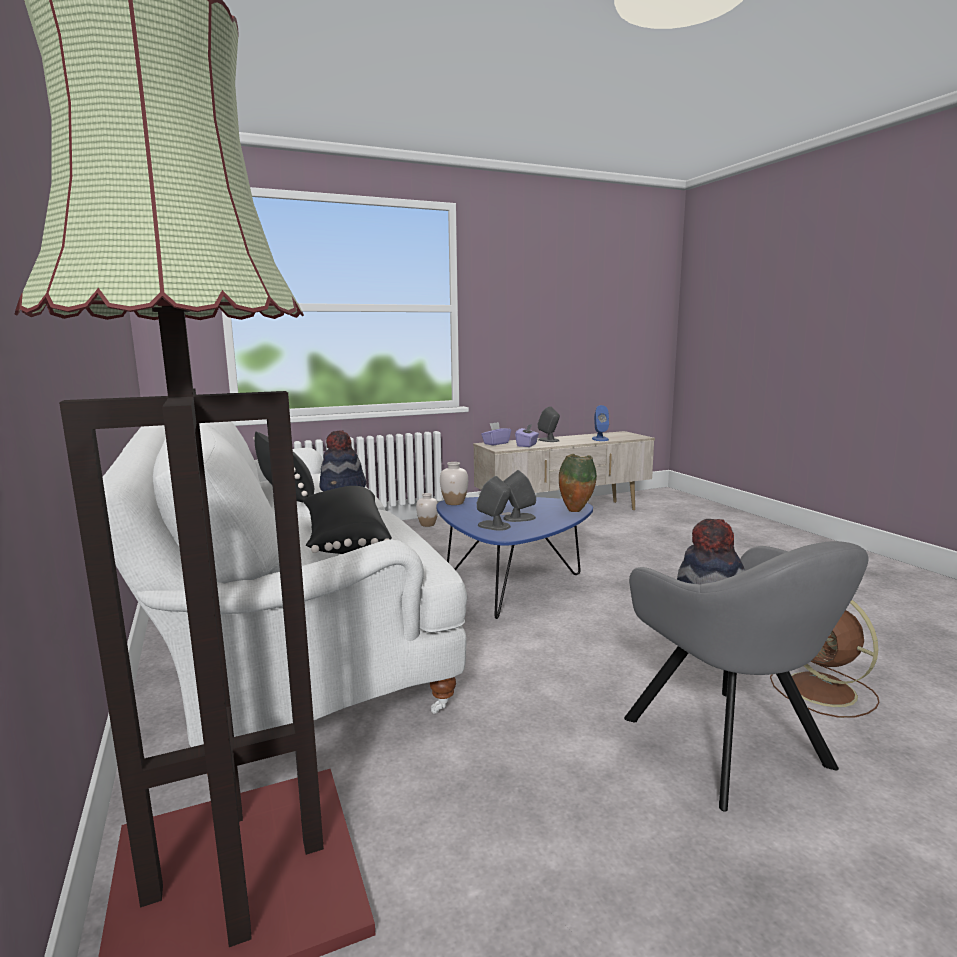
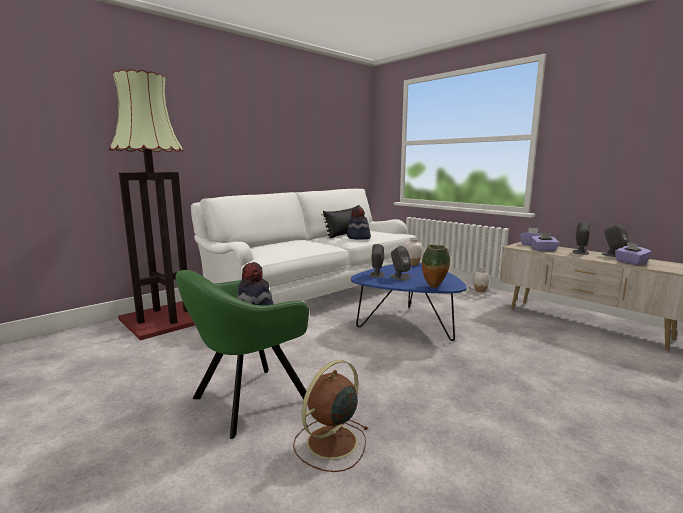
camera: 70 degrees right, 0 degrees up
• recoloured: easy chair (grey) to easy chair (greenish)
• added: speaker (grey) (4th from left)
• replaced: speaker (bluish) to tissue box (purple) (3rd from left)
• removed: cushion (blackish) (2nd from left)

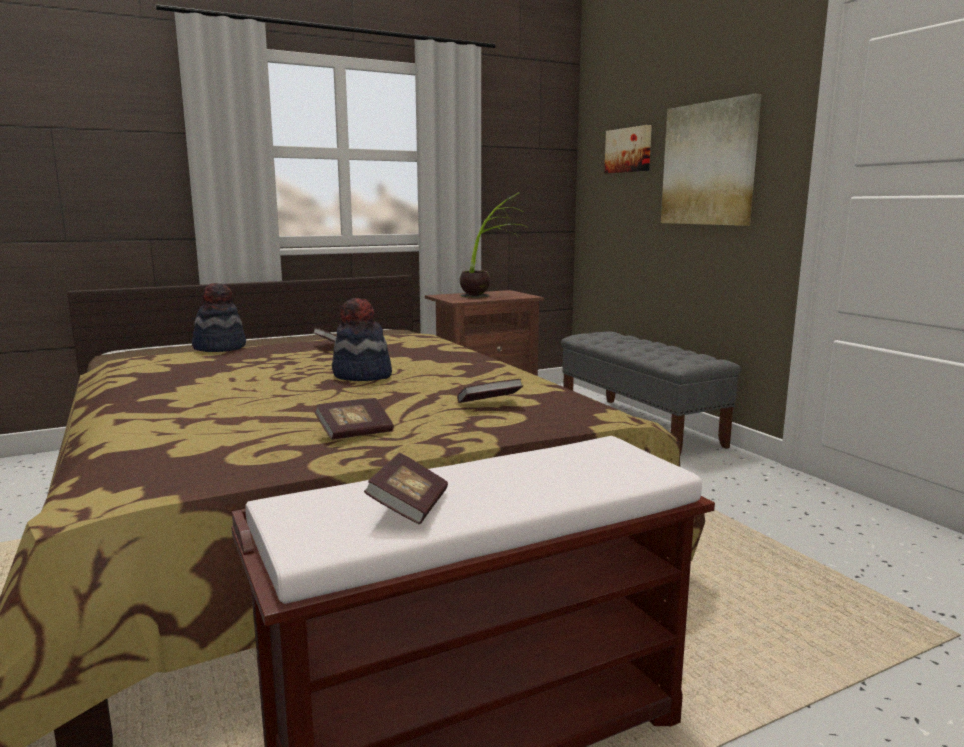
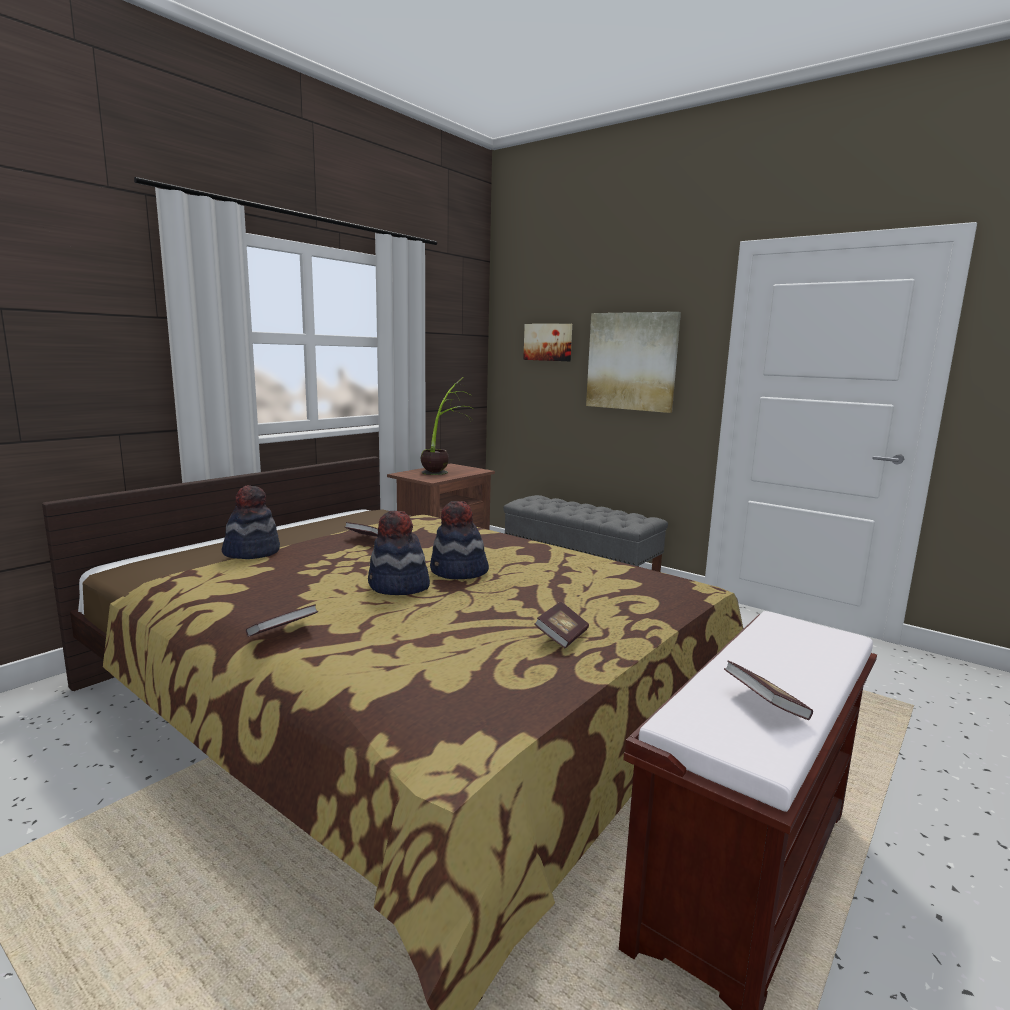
camera: 25 degrees left, 0 degrees up
• moved: bound book (4th from left in the first image) to bound book (1st from left)
• added: clothing hat (2nd from left)

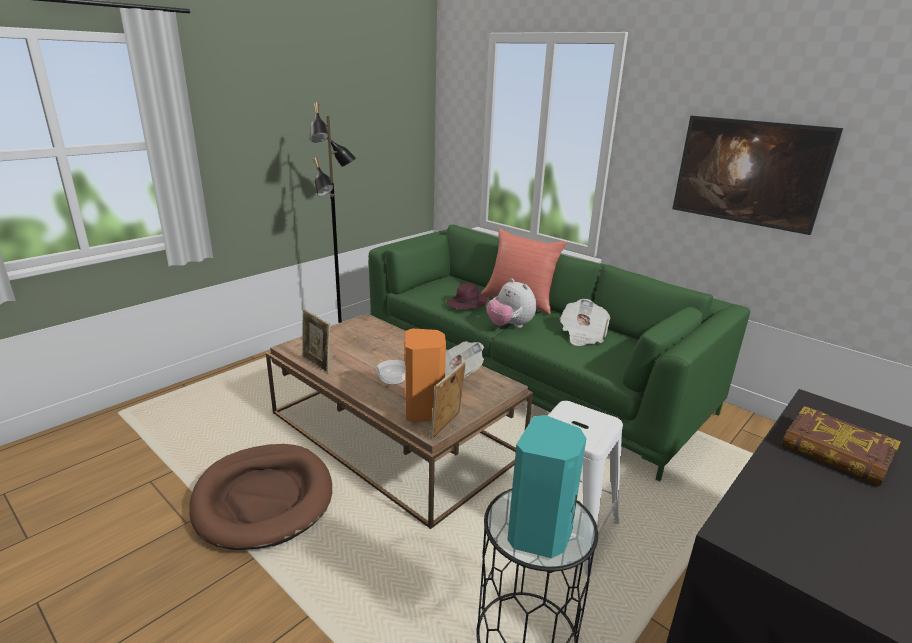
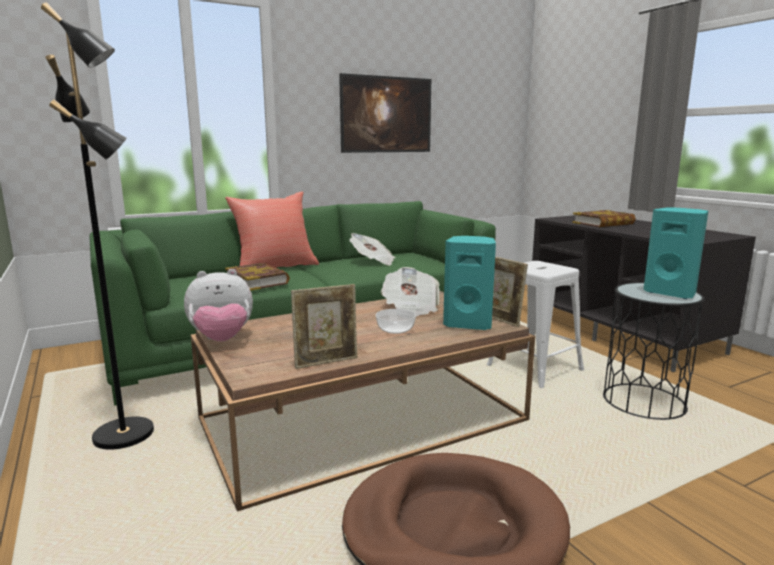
camera: 70 degrees left, 10 degrees down
• moved: cuddly toy
• replaced: clothing hat (purple) to bound book (1st from left)
• recoloured: speaker (orangey) to speaker (blue-green) (1st from left)

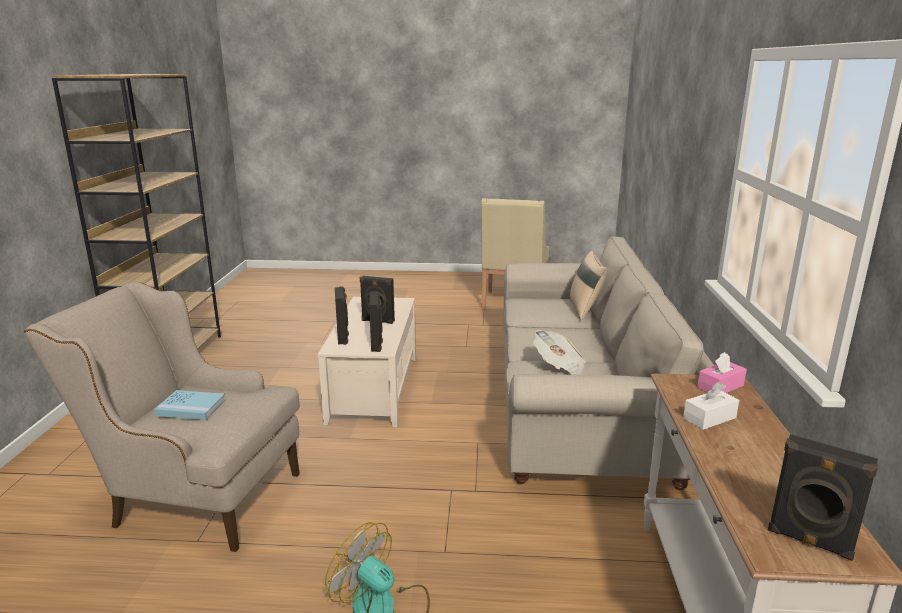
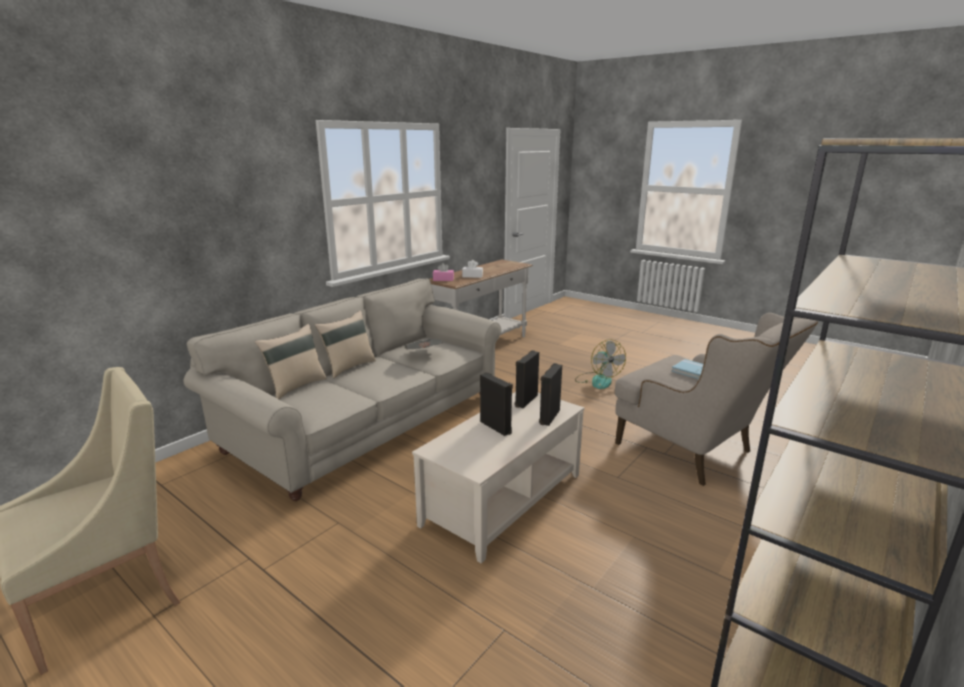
camera: 145 degrees left, 0 degrees up
• added: cushion (beige) (2nd from left)
• removed: speaker (blackish) (4th from left)

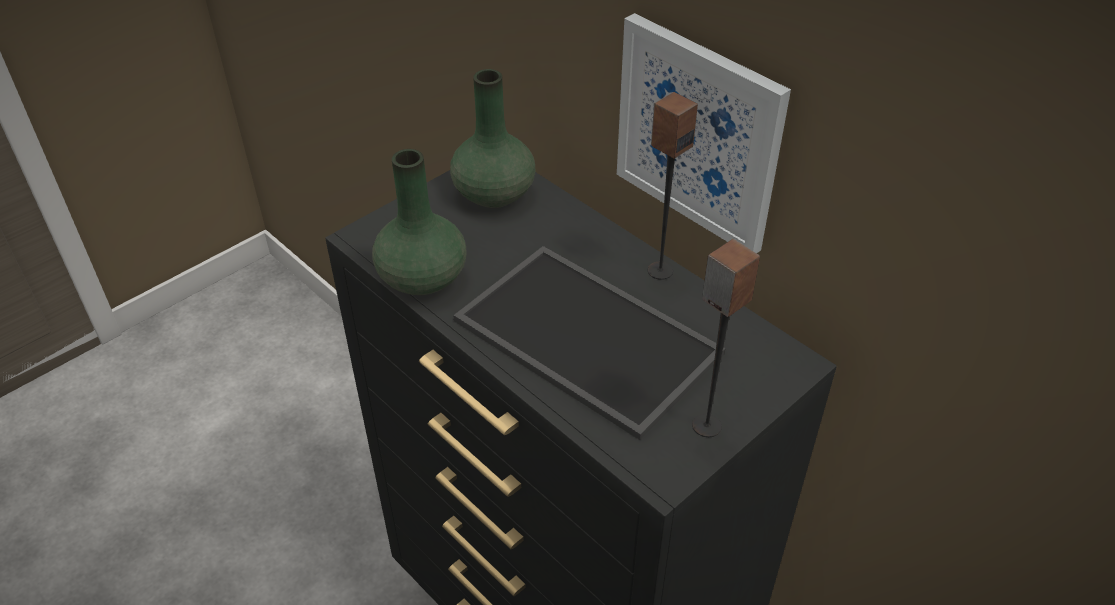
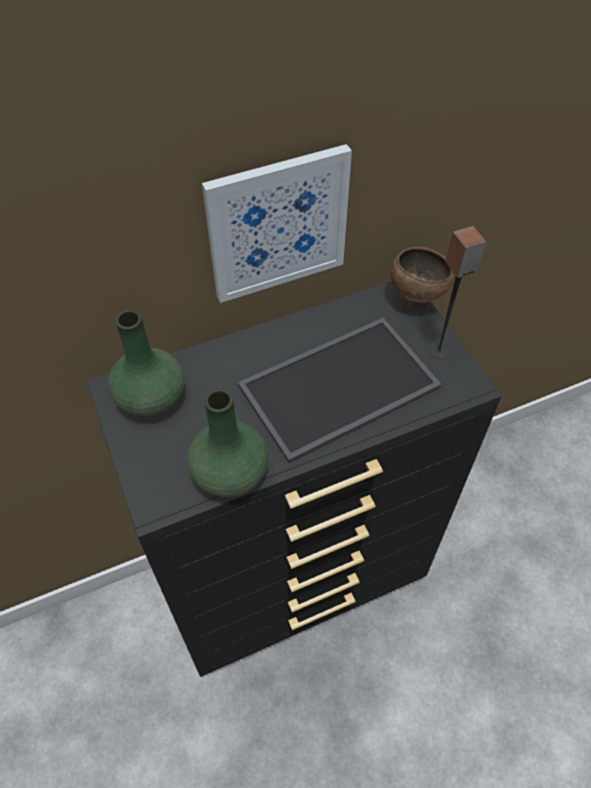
camera: 70 degrees left, 10 degrees up
• added: bowl (brown)
• removed: speaker (1st from left)

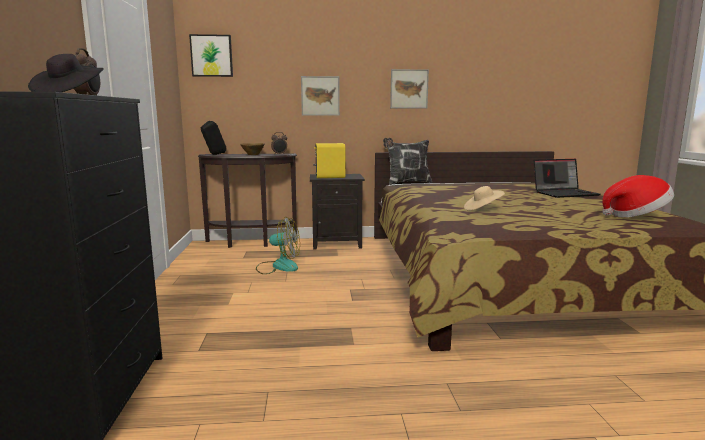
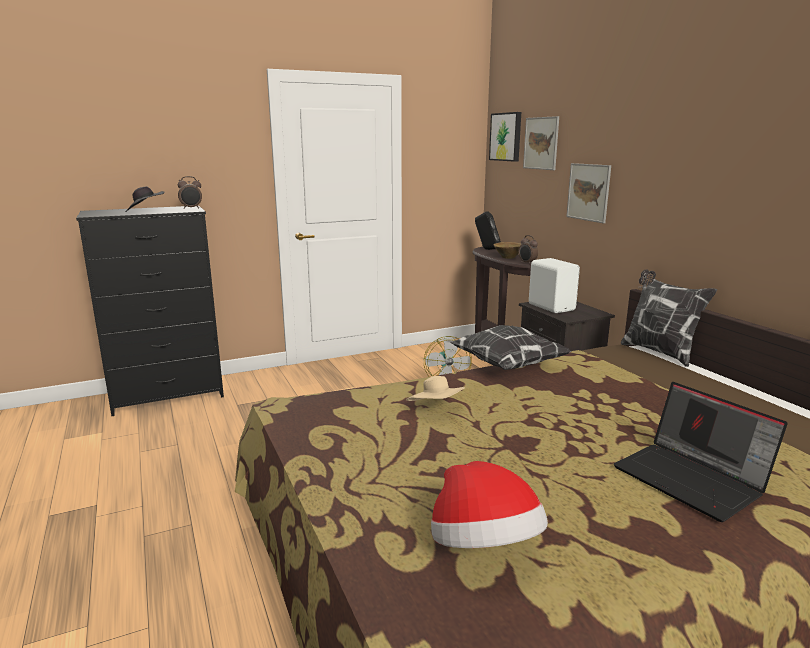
camera: 70 degrees right, 5 degrees up
• added: cushion (1st from left)
• moved: picture (3rd from left in the first image) to picture (2nd from left)
• recoloured: speaker (yellowish) to speaker (white)

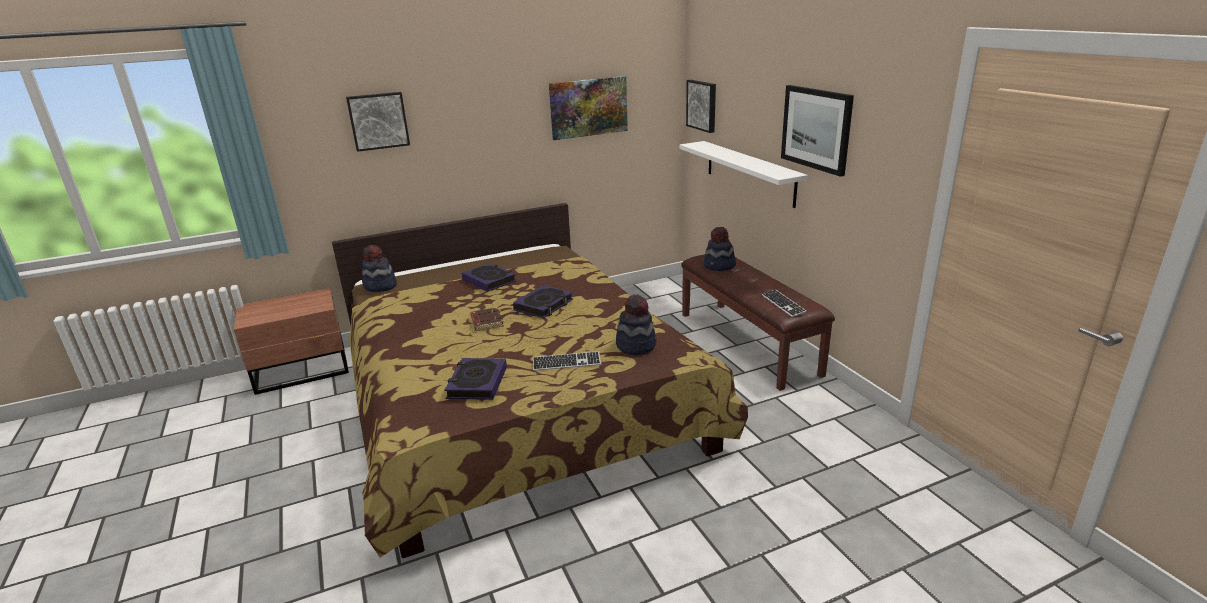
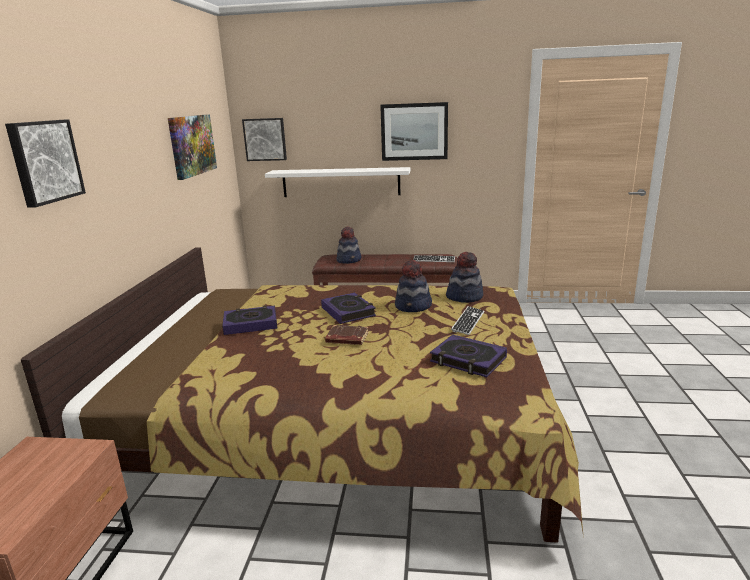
camera: 60 degrees left, 5 degrees down
• moved: clothing hat (1st from left in the first image) to clothing hat (2nd from left)

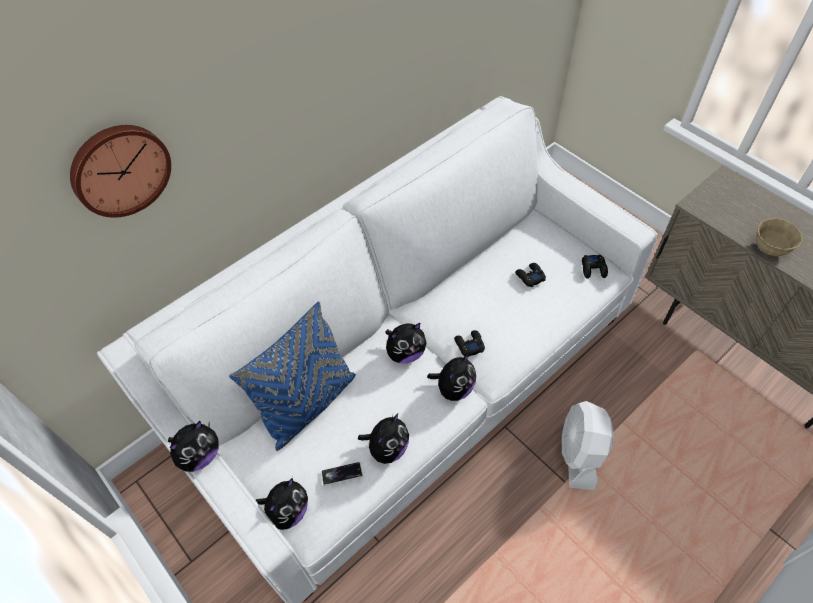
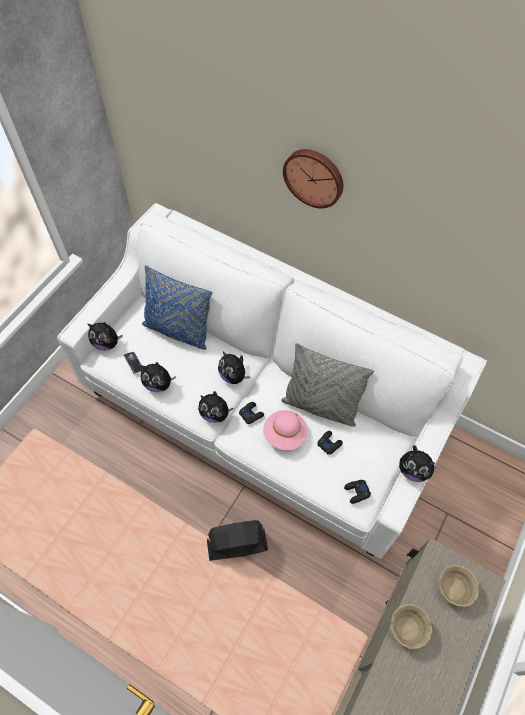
camera: 70 degrees right, 5 degrees up
• recoloured: fan (white) to fan (blackish)
• added: clothing hat (pinkish)
• added: cushion (grey)
• moved: clock on the wall
• moved: cuddly toy (1st from left in the first image) to cuddly toy (5th from left)
• added: bowl (beige) (2nd from left)

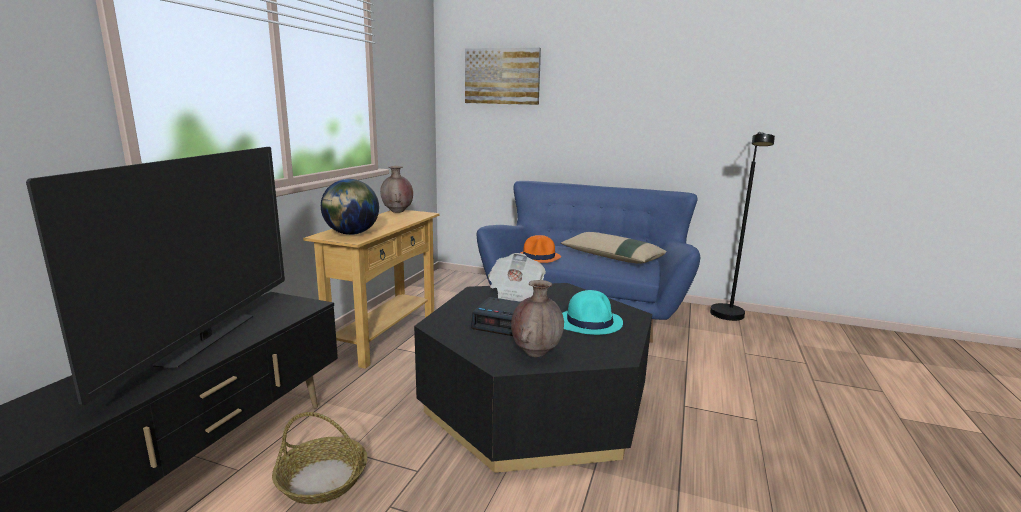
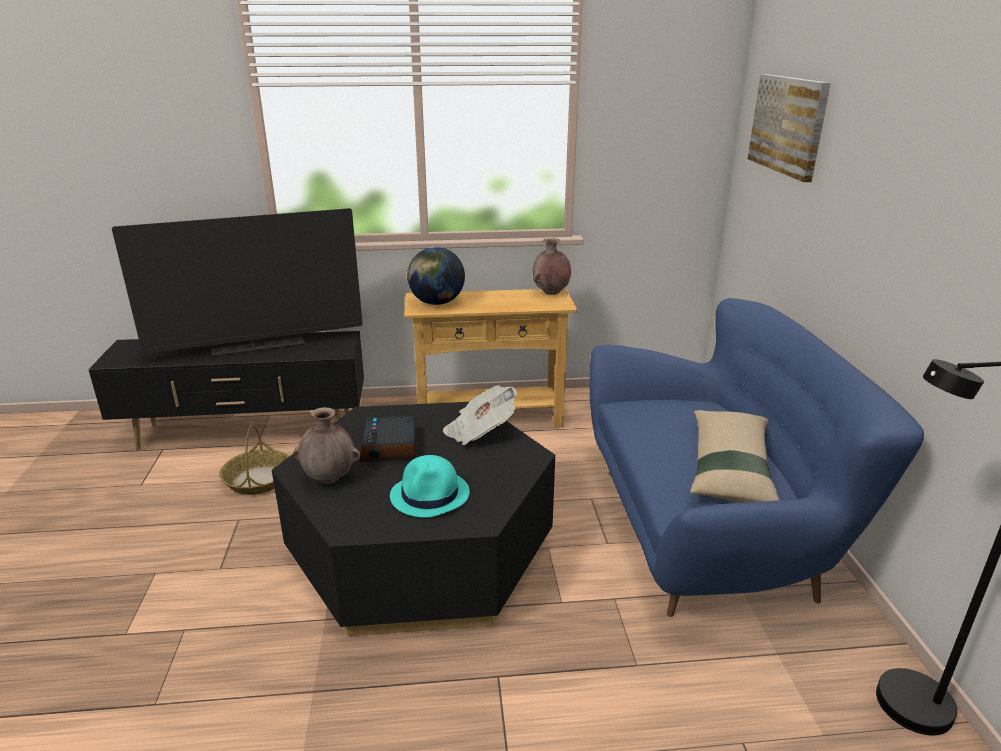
camera: 65 degrees right, 10 degrees up
• removed: clothing hat (orangey)

